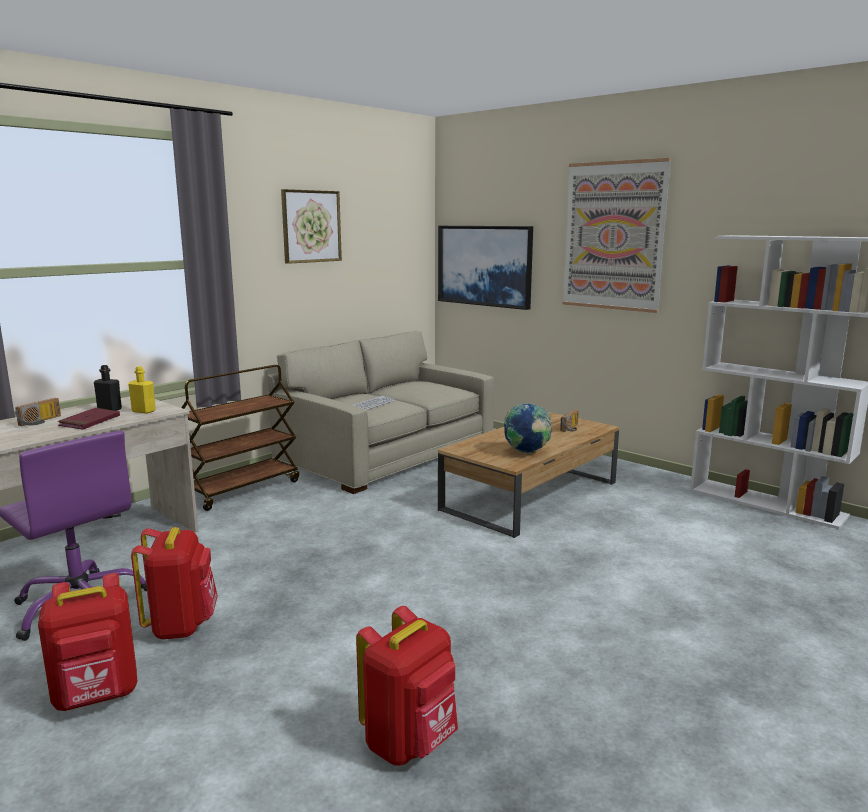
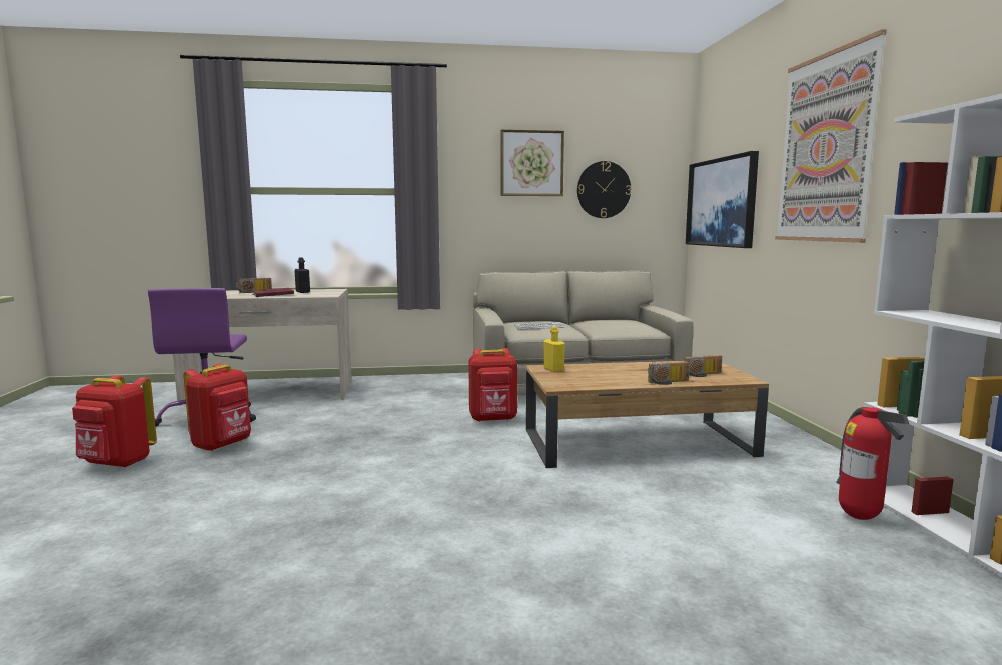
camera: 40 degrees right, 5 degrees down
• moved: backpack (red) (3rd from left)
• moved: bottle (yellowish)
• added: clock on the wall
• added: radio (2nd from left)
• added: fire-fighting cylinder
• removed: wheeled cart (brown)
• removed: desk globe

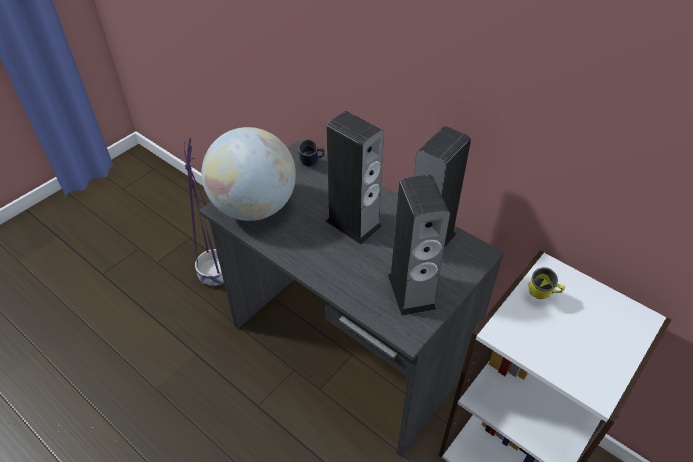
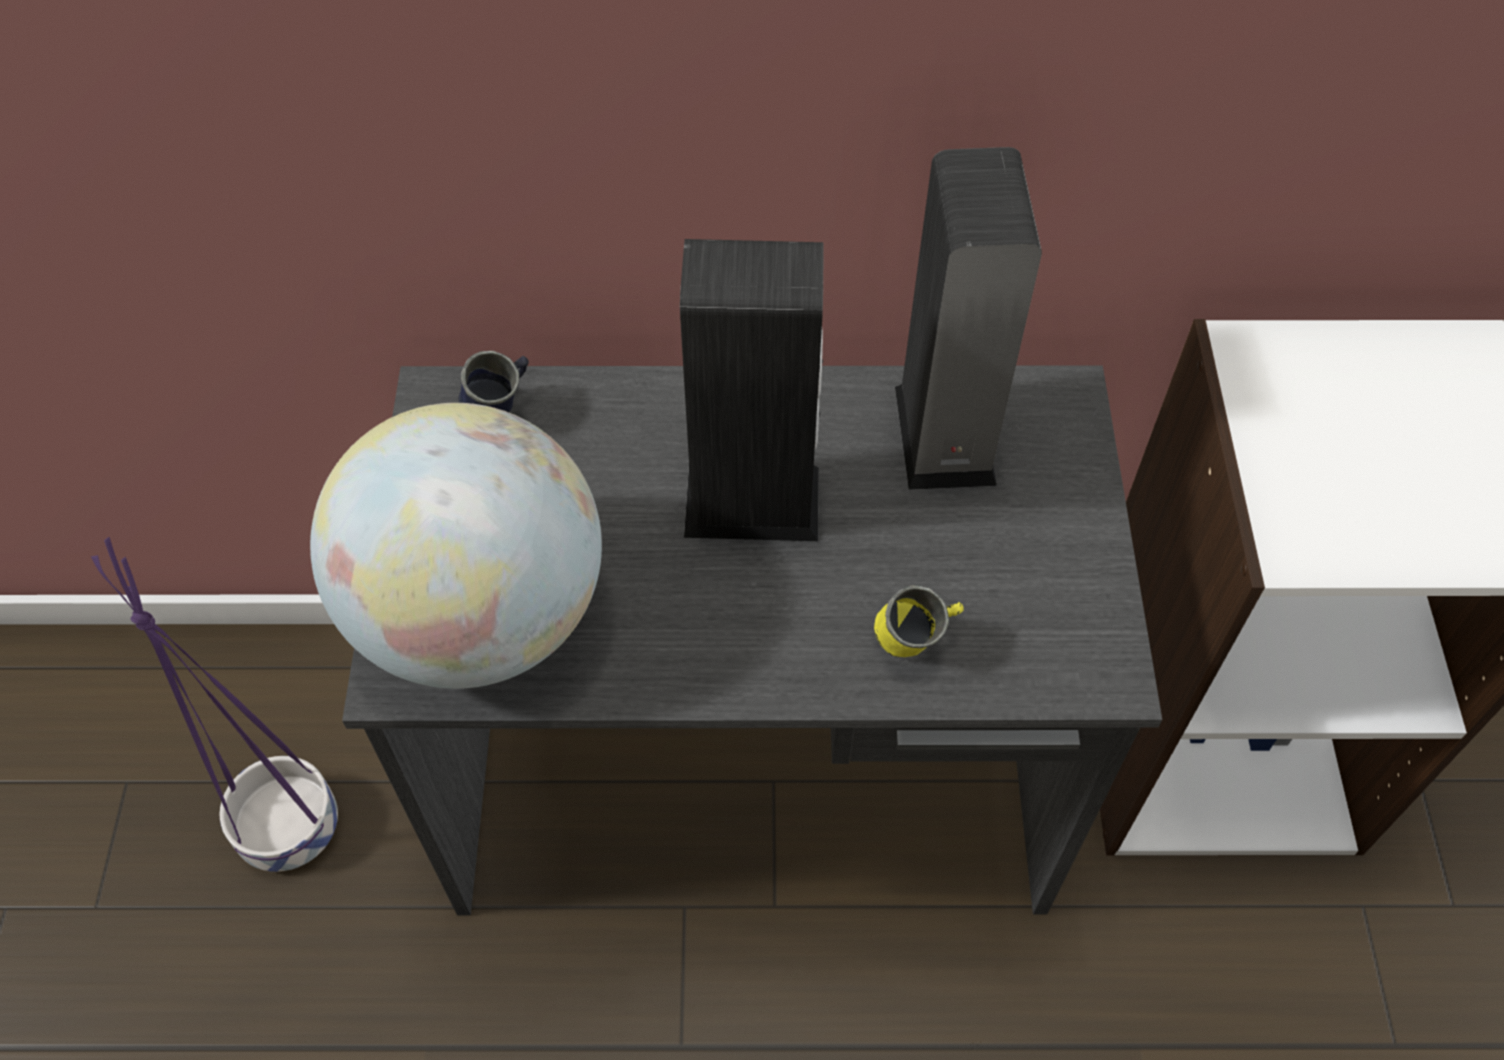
camera: 40 degrees left, 10 degrees up
• moved: tea mug (yellowish)
• removed: speaker (2nd from left)

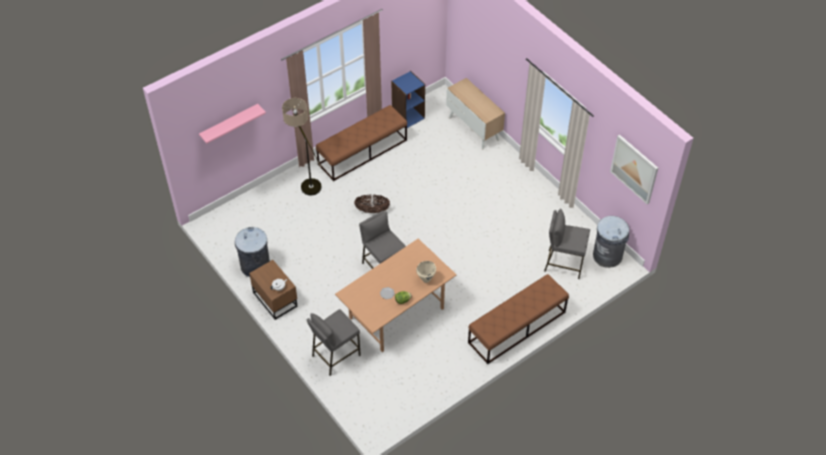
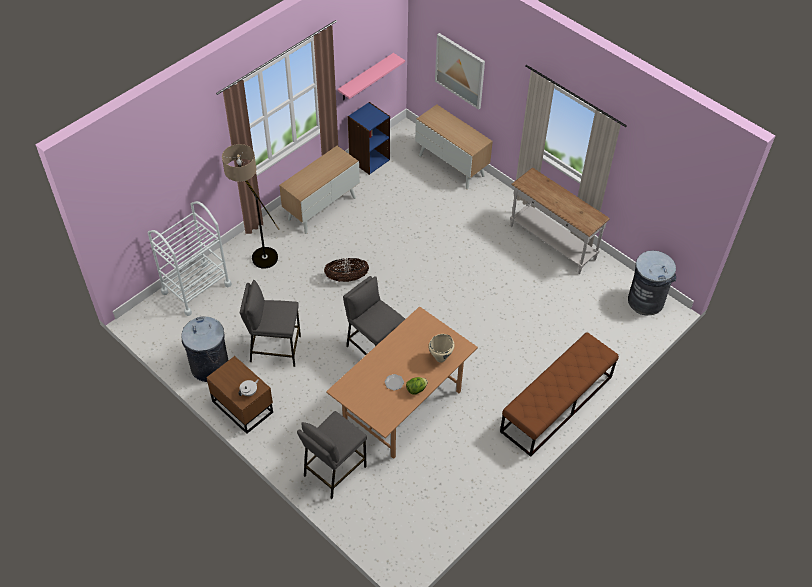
camera: 10 degrees left, 0 degrees up
• added: wheeled cart (white)
• moved: stool seat (grey) (3rd from left in the first image) to stool seat (grey) (1st from left)
• replaced: bench (brown) (1st from left) to storage cabinet (1st from left)
• moved: wall shelf (pinkish)
• moved: picture
• added: hall table (white)

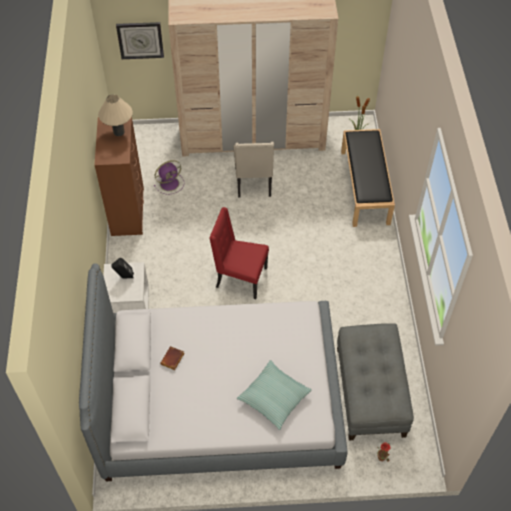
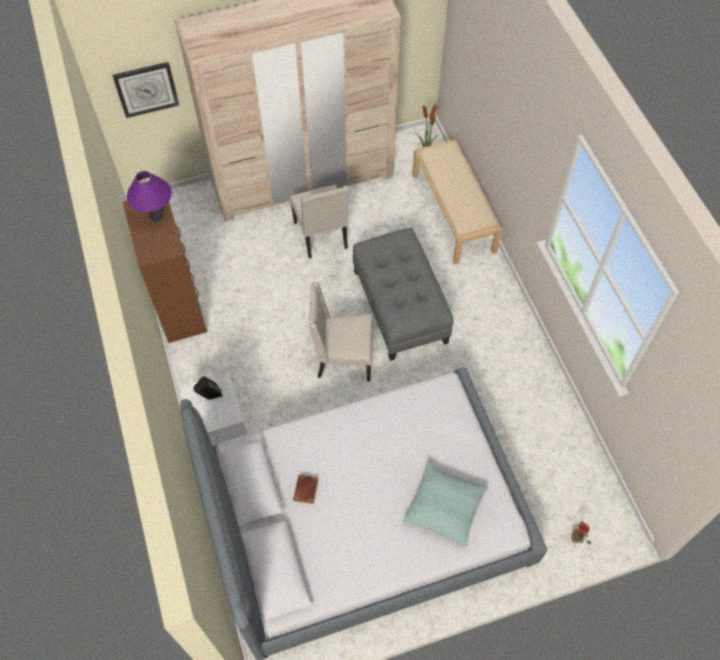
camera: 15 degrees left, 5 degrees up
• recoloured: lamp for a table (beige) to lamp for a table (purple)
• recoloured: upright chair (red) to upright chair (beige) (2nd from left)
• moved: footrest (grey)
• recoloured: bench (blackish) to bench (beige)
• removed: fan (purple)

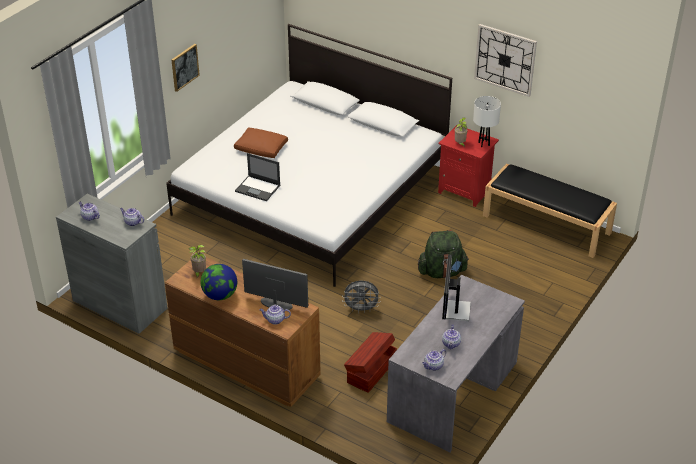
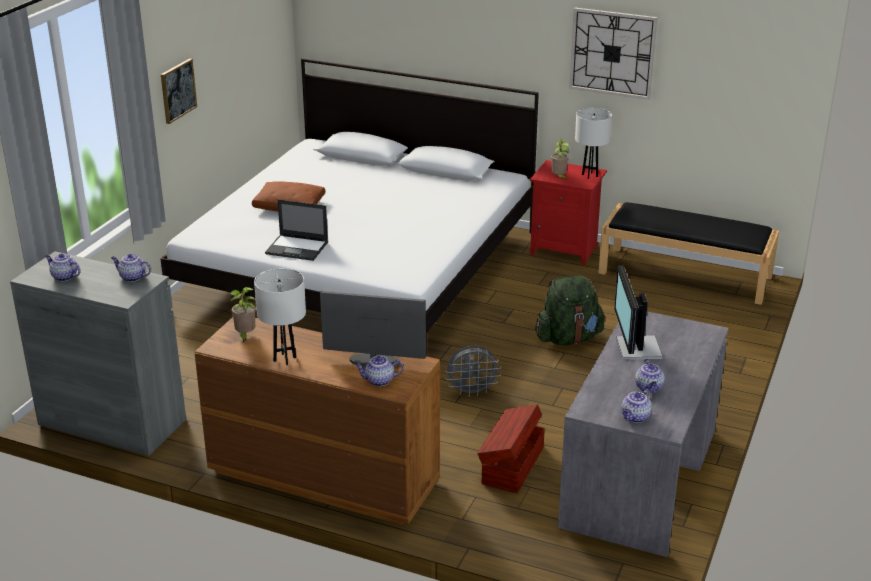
camera: 10 degrees left, 10 degrees down
• replaced: desk globe to lamp for a table (white) (1st from left)

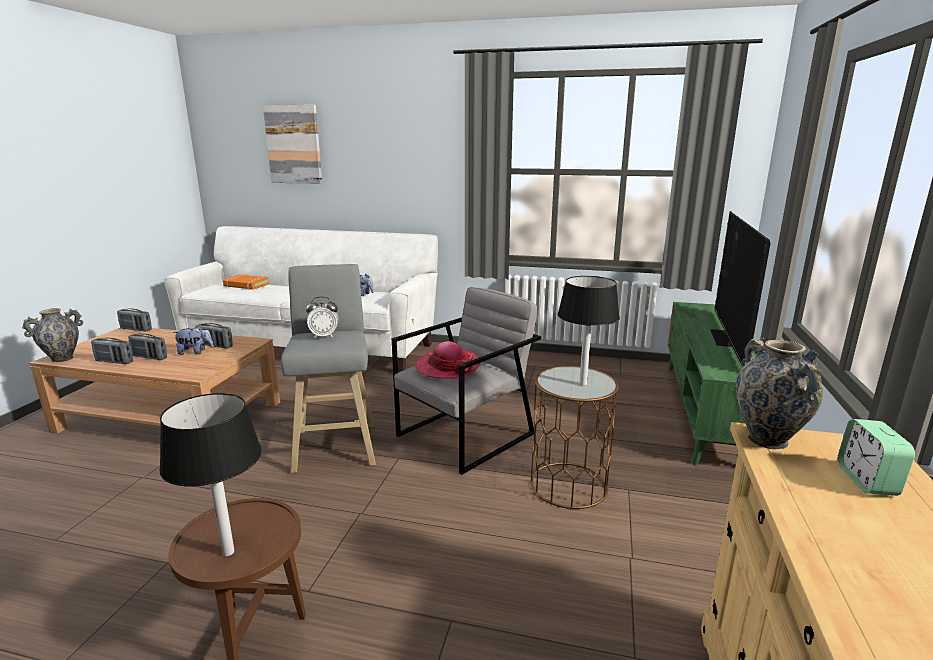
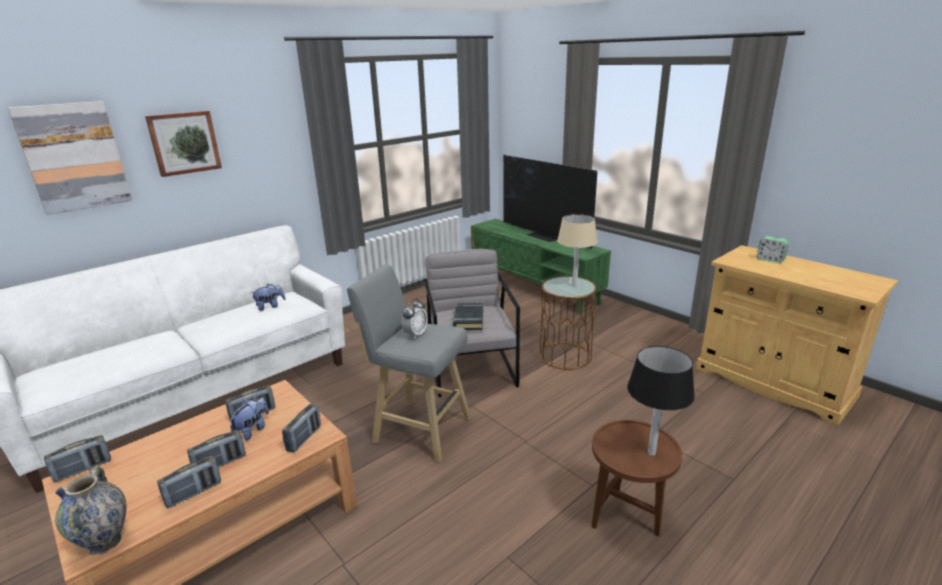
camera: 55 degrees left, 5 degrees up
• added: picture (2nd from left)
• added: radio (5th from left)
• replaced: clothing hat to bound book (blackish)
• recoloured: lamp for a table (blackish) (2nd from left) to lamp for a table (beige)
• removed: bound book (orangey)
• removed: flower vase (2nd from left)

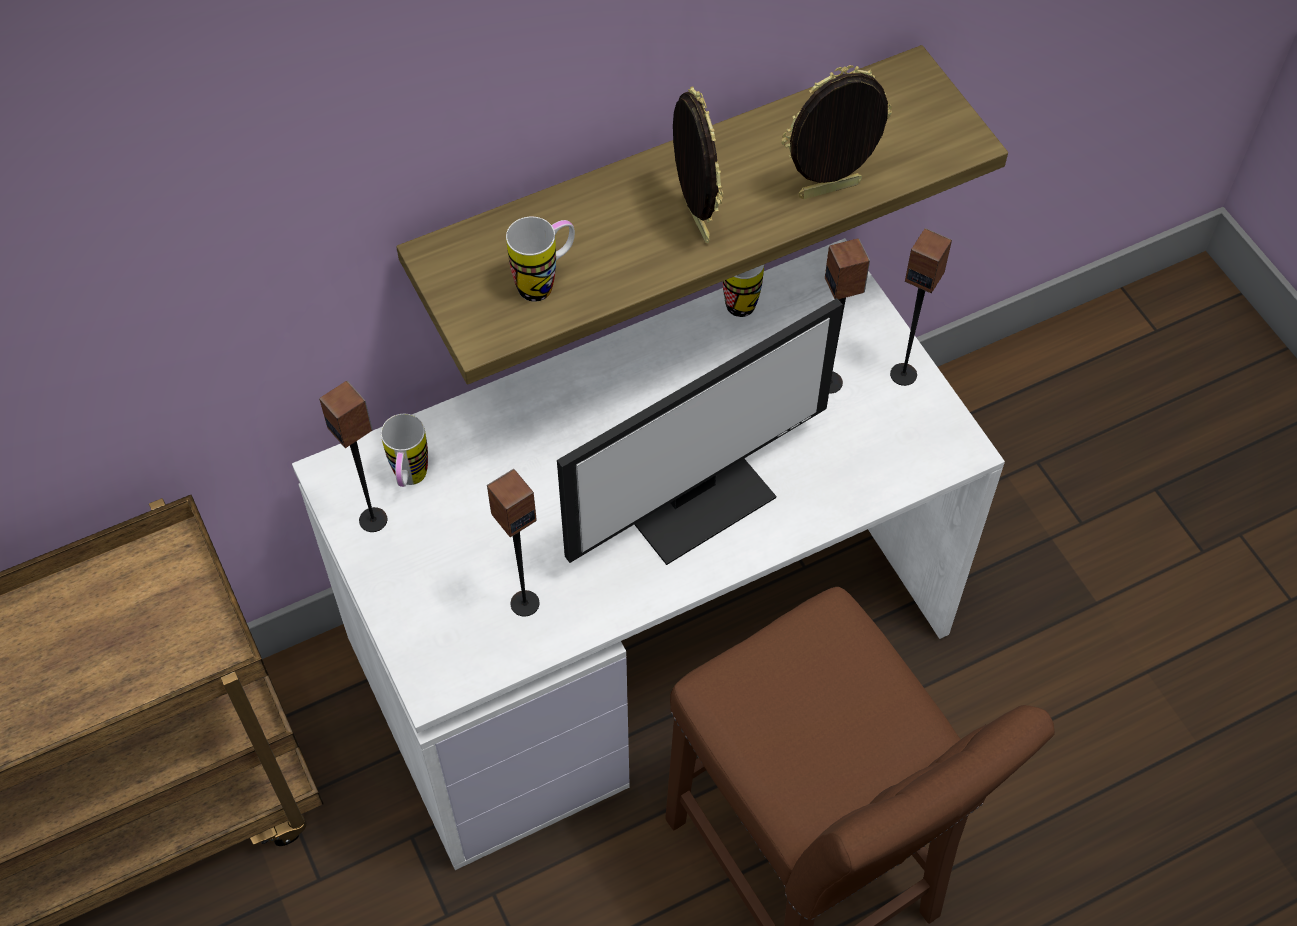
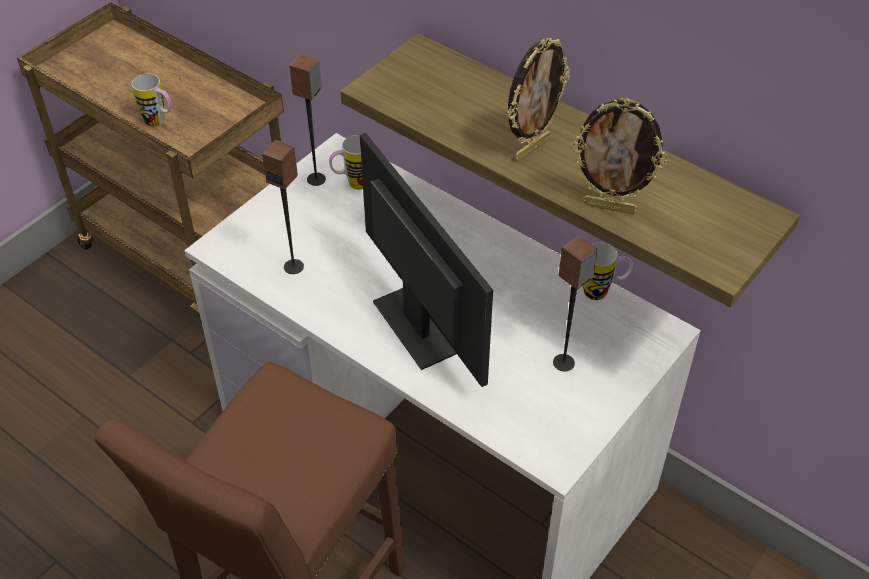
camera: 65 degrees right, 10 degrees down
• moved: tea mug (2nd from left in the first image) to tea mug (1st from left)
• turned: computer display 150 degrees counterclockwise
• turned: picture frame (2nd from left) 150 degrees clockwise
• removed: speaker (4th from left)

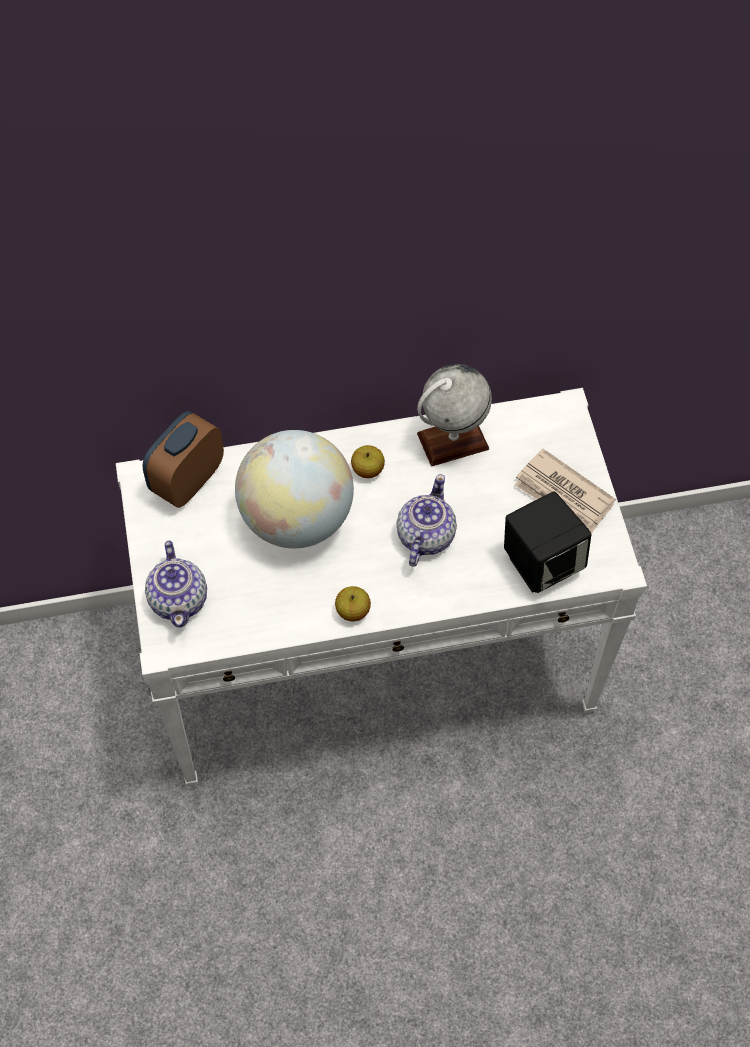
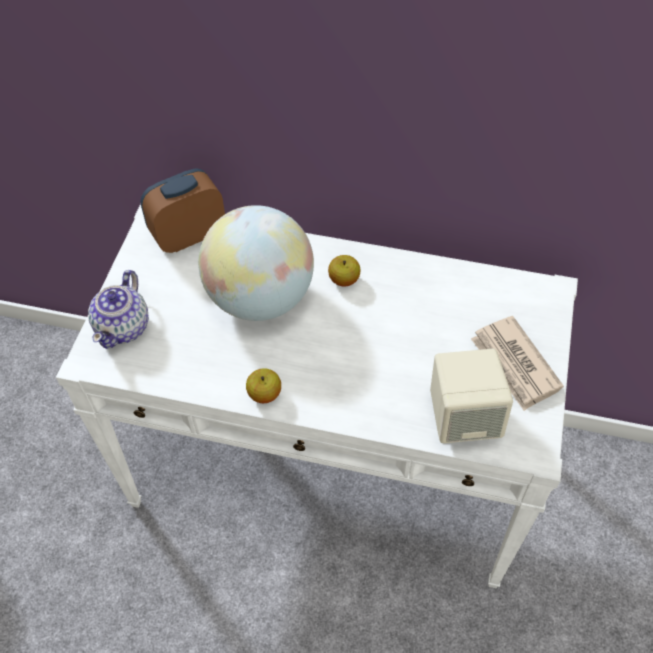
camera: 25 degrees right, 5 degrees down
• recoloured: speaker (blackish) to speaker (beige)
• removed: teapot (2nd from left)
• removed: desk globe (2nd from left)

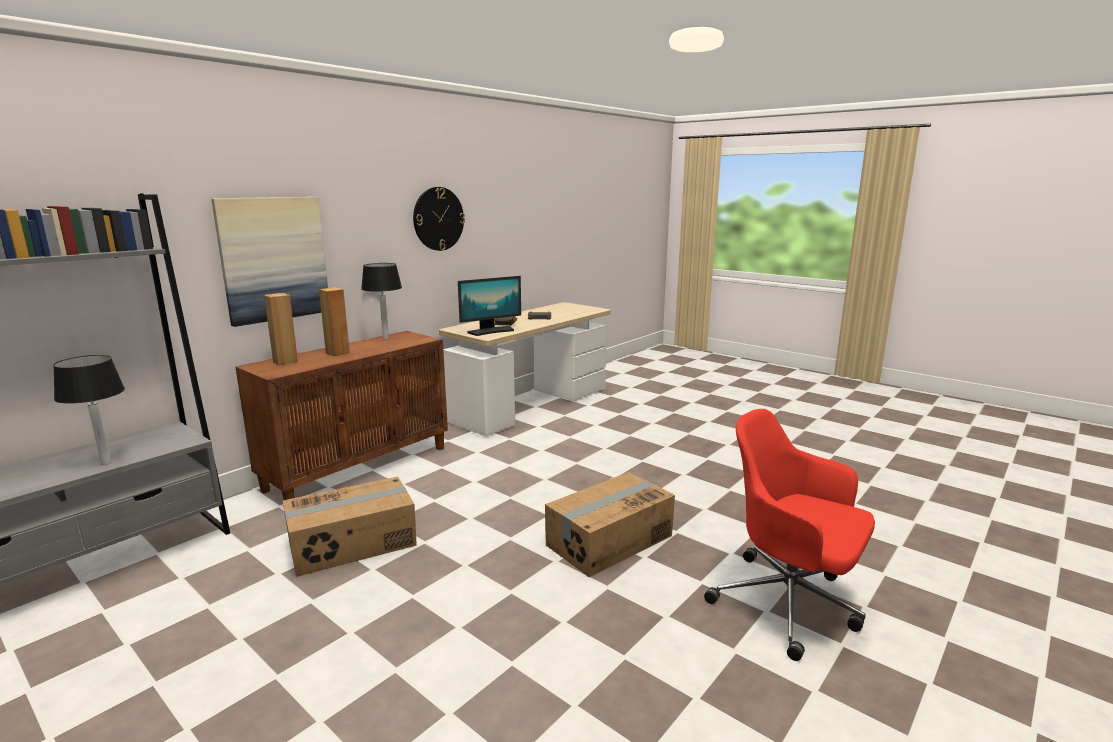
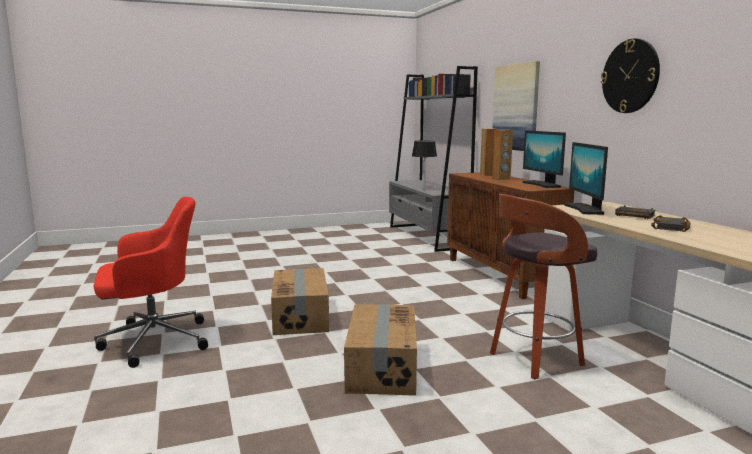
camera: 120 degrees right, 5 degrees down
• moved: carton (1st from left in the first image) to carton (2nd from left)
• added: stool seat
• replaced: lamp for a table (2nd from left) to computer display (1st from left)

